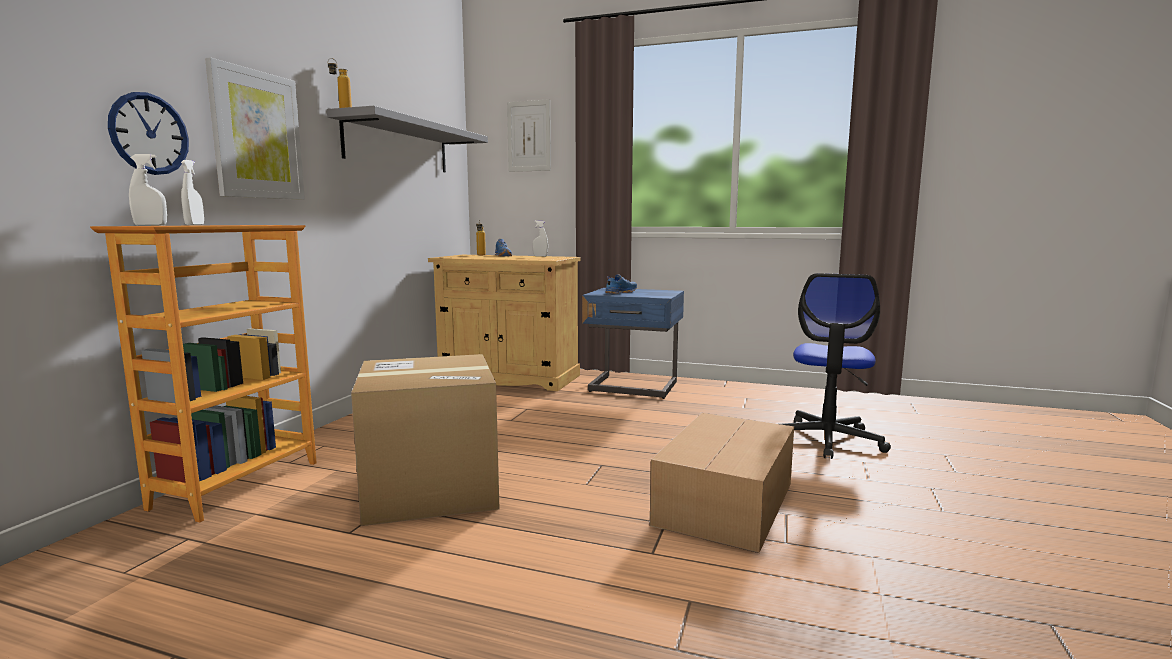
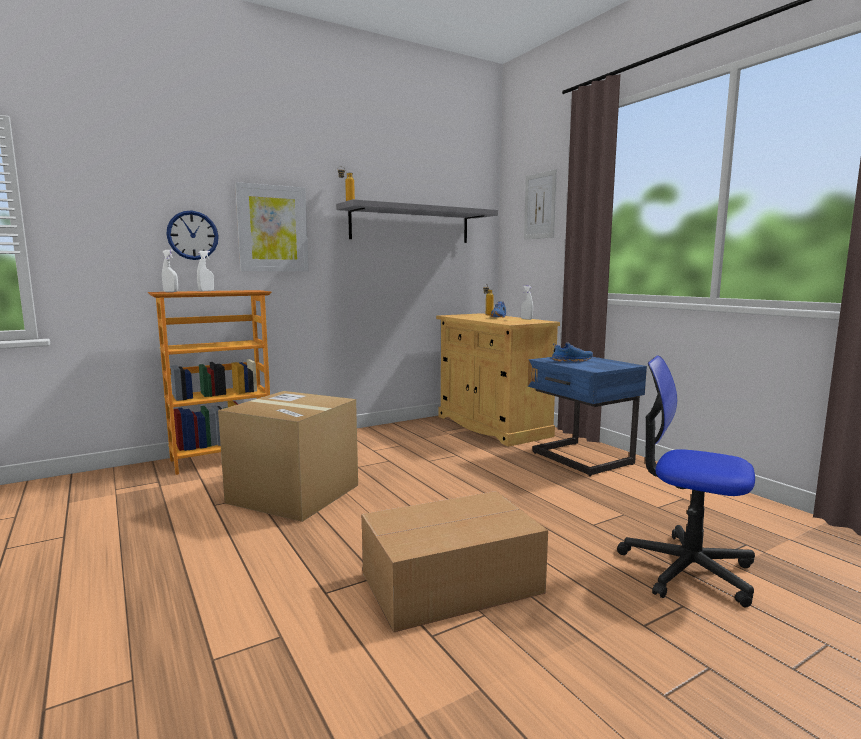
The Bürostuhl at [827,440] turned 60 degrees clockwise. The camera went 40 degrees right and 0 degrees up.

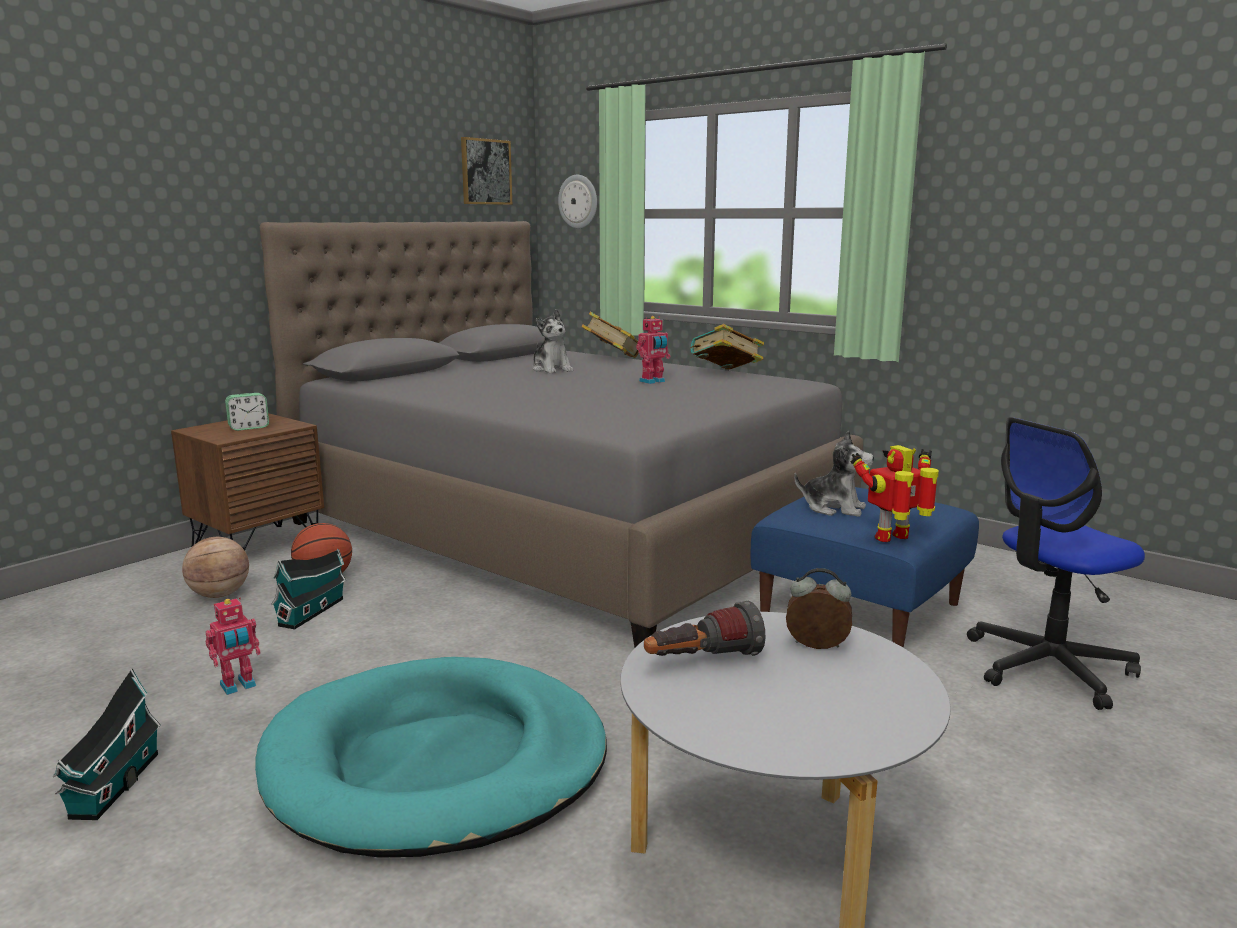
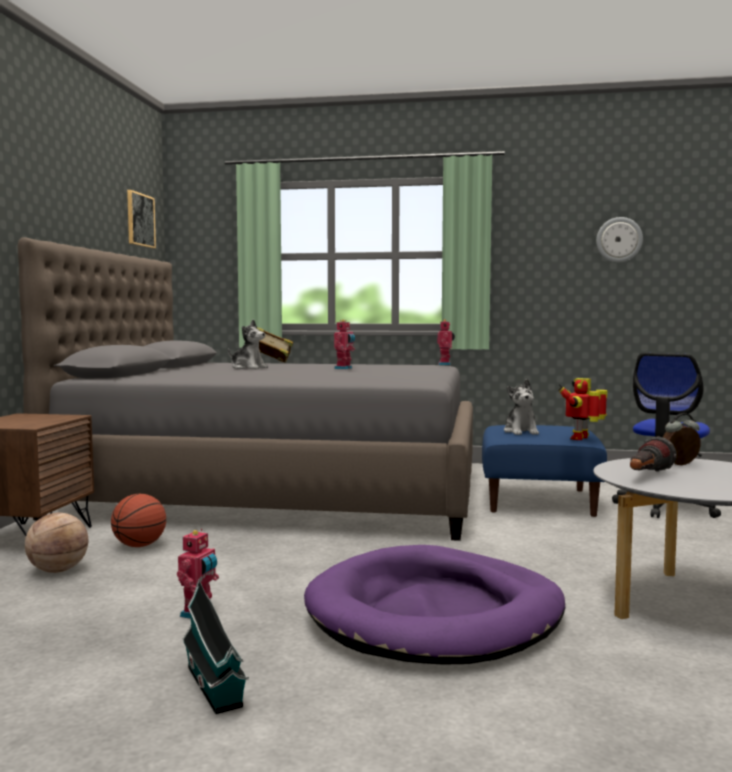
The Hundebett (türkis) at [437,763] became the Hundebett (lila) at [435,614]. The Spielzeugroboter at [445,364] appeared. The Plüschtier at [834,508] turned 90 degrees clockwise. The Wanduhr moved from [578,201] to [619,240]. The Wecker at [249,427] disappeared. The Spielzeughaus at [313,611] disappeared. The Buch at [725,373] disappeared. The camera went 30 degrees left and 10 degrees down.

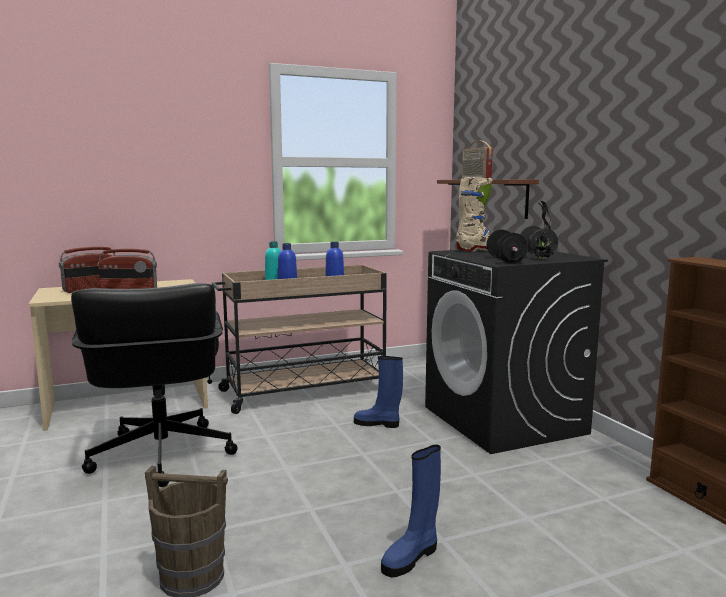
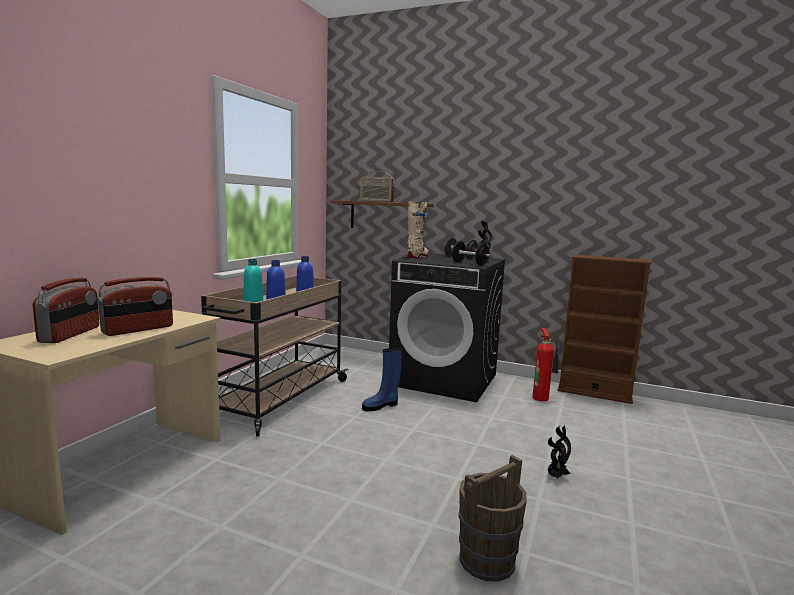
The Feuerlöscher at [541,398] appeared. The Stiefel (blau) at [411,557] was replaced by the Topfpflanze at [556,477]. The Bürostuhl (schwarz) at [161,455] disappeared. The camera went 45 degrees left and 0 degrees up.

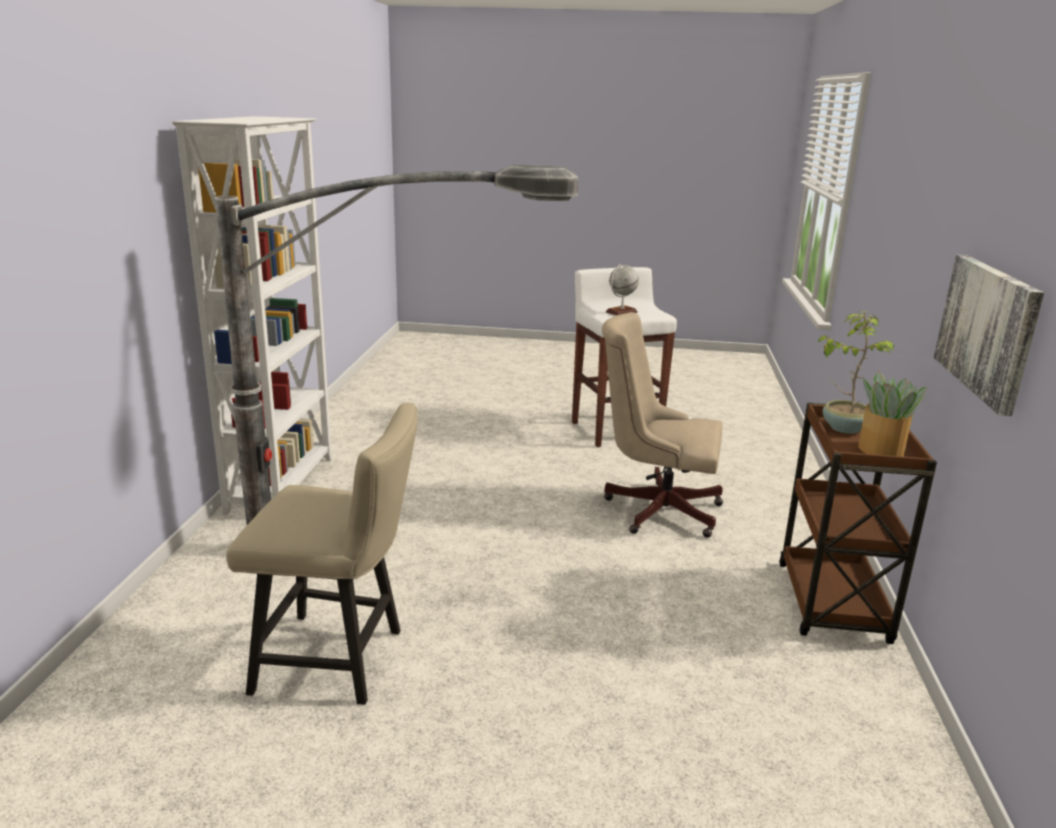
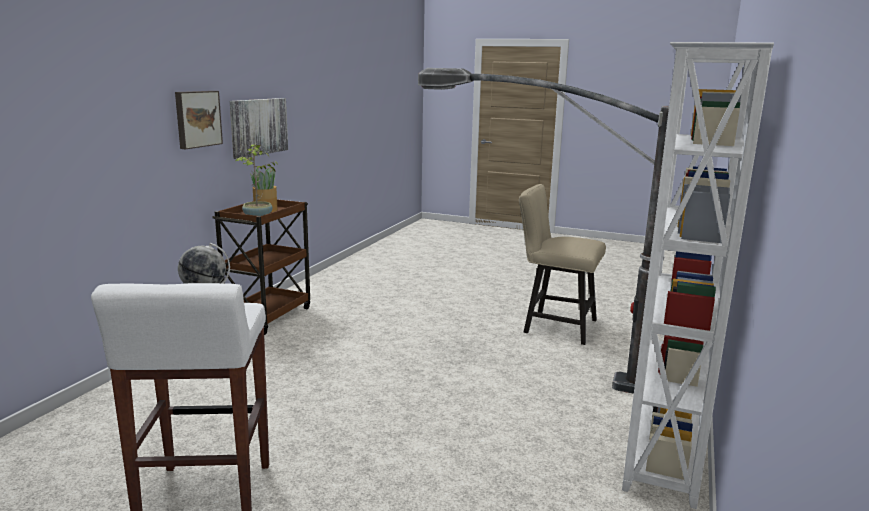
The Bild at [197,119] appeared. The Bürostuhl (beige) at [655,509] disappeared. The camera went 165 degrees left and 5 degrees down.

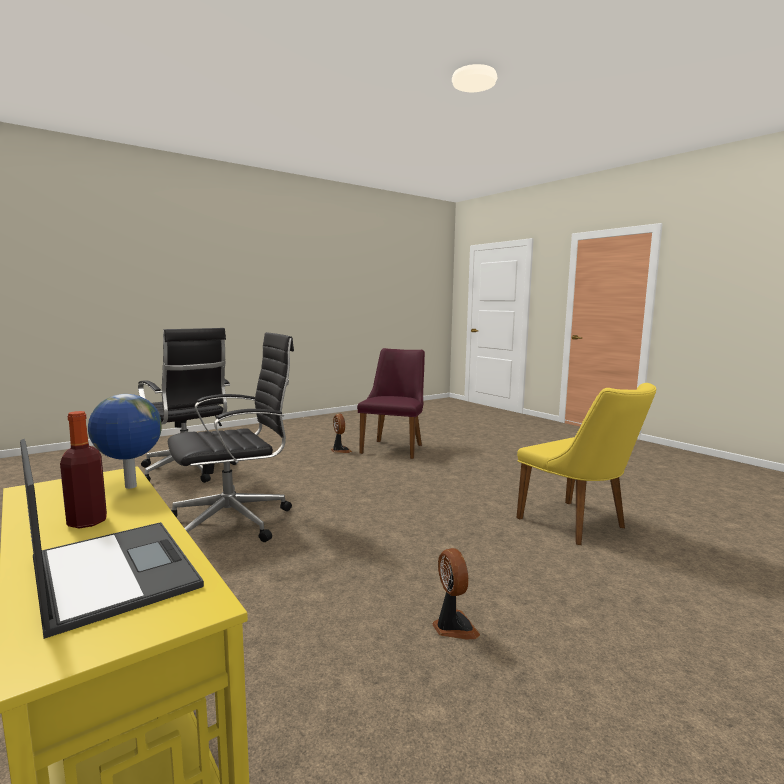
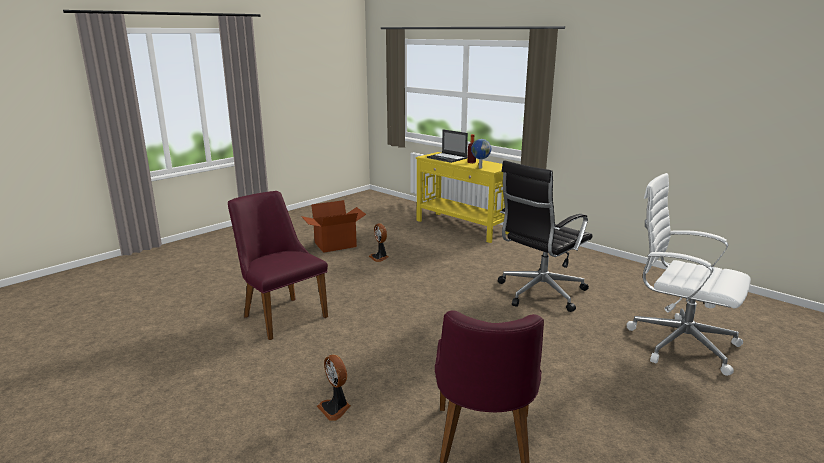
The Stuhl (gelb) at [579,525] became the Stuhl (lila) at [280,314]. The Karton at [335,245] appeared. The Ventilator moved from [340,450] to [335,408]. The Bürostuhl (schwarz) at [187,471] became the Bürostuhl (weiß) at [679,343]. The camera went 170 degrees right and 10 degrees up.

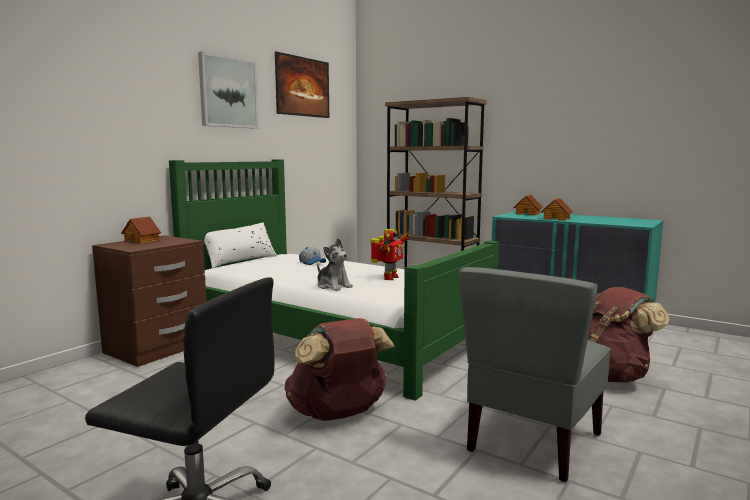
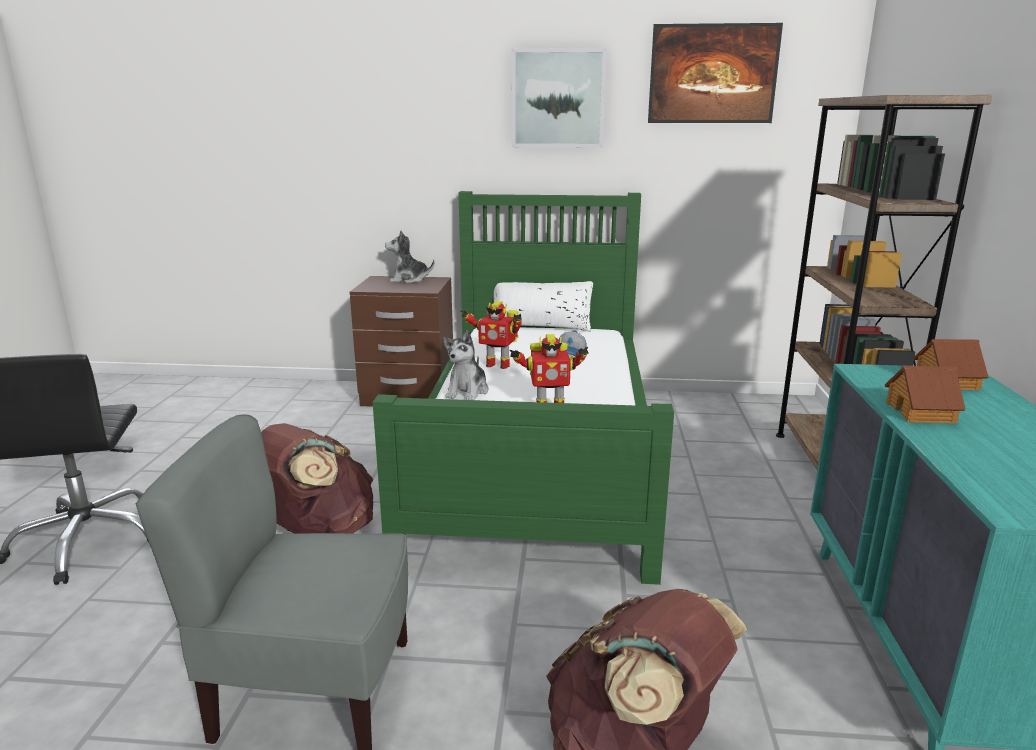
The Spielzeughaus at [142,240] was replaced by the Plüschtier at [408,280]. The Spielzeugroboter at [497,365] appeared. The camera went 60 degrees right and 10 degrees up.

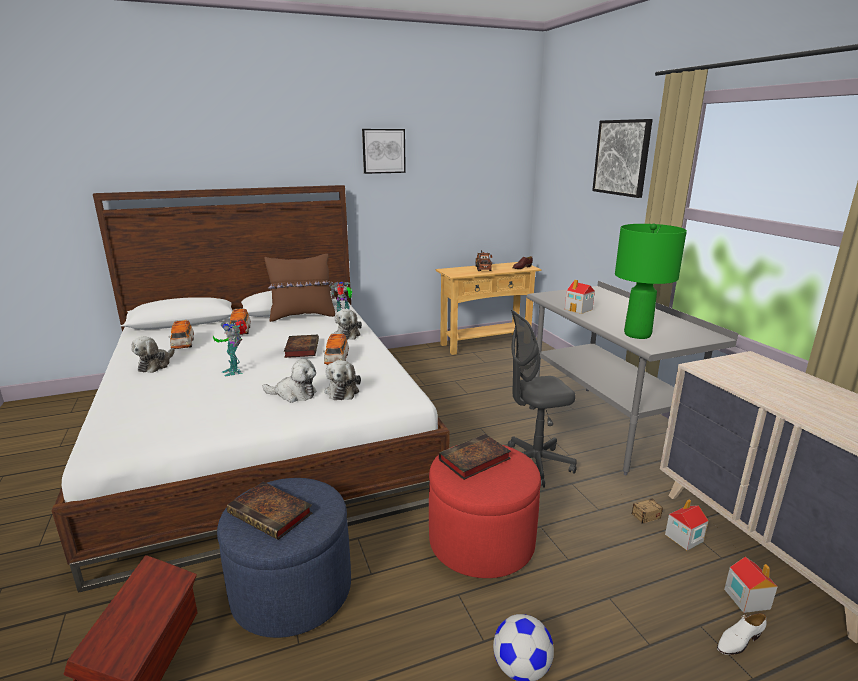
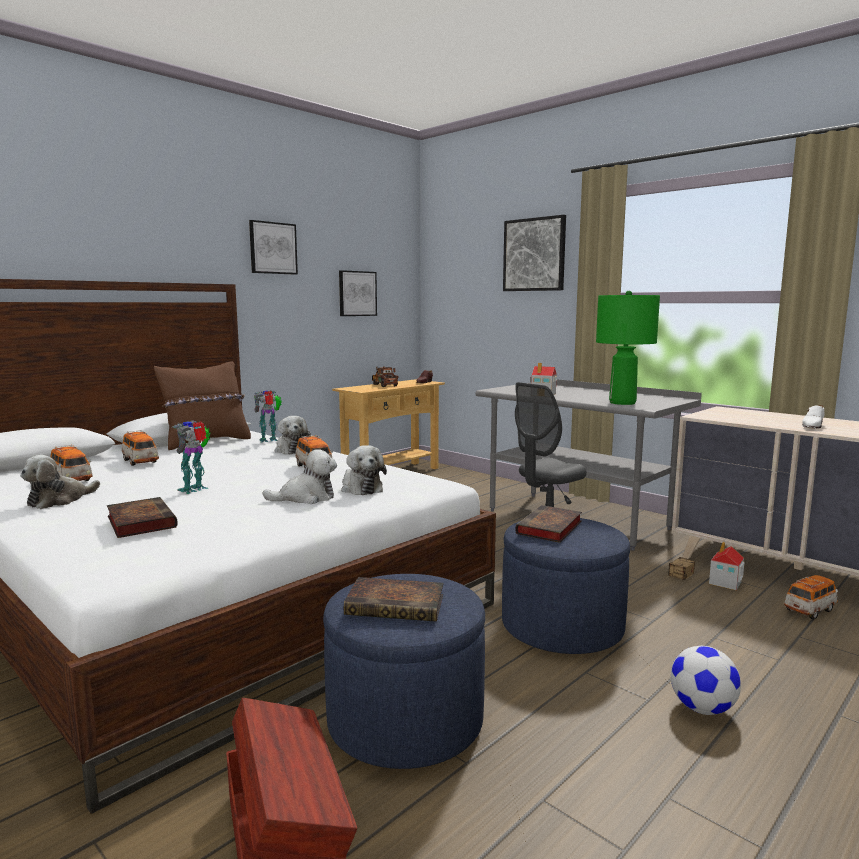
The Plüschtier at [155,365] turned 45 degrees clockwise. The Buch moved from [301,348] to [140,522]. The Spielzeugroboter at [234,371] turned 90 degrees clockwise. The Bild at [357,293] appeared. The Polsterhocker (rot) at [481,541] became the Polsterhocker (blau) at [562,626]. The Spielzeughaus at [746,598] was replaced by the Spielzeugauto at [810,610]. The Schuh (weiß) moved from [738,641] to [812,426]. The camera went 25 degrees left and 10 degrees down.

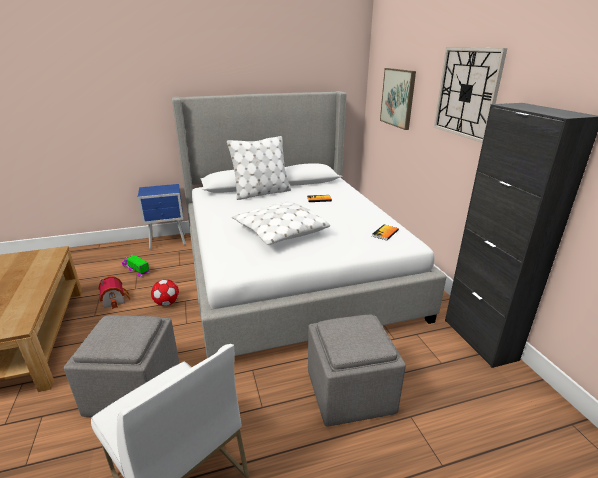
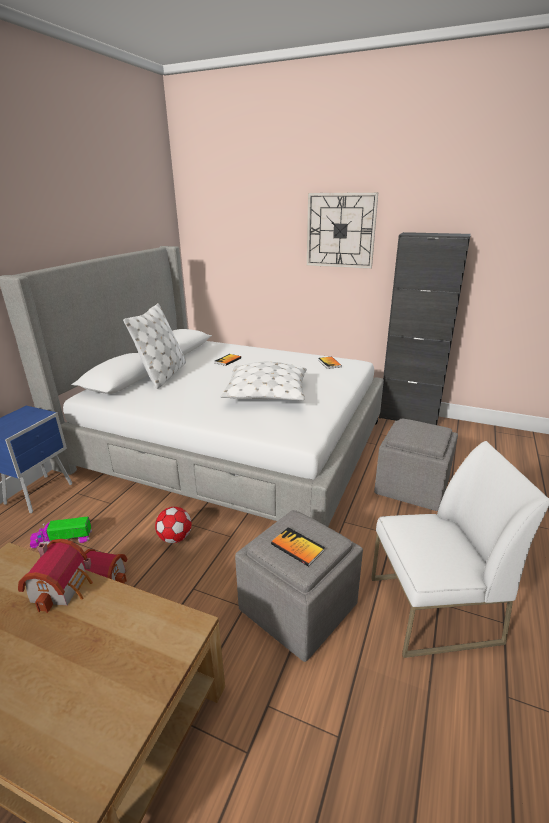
The Spielzeughaus at [63,587] appeared. The Buch at [297,547] appeared. The Bild at [398,98] disappeared. The camera went 50 degrees left and 0 degrees up.

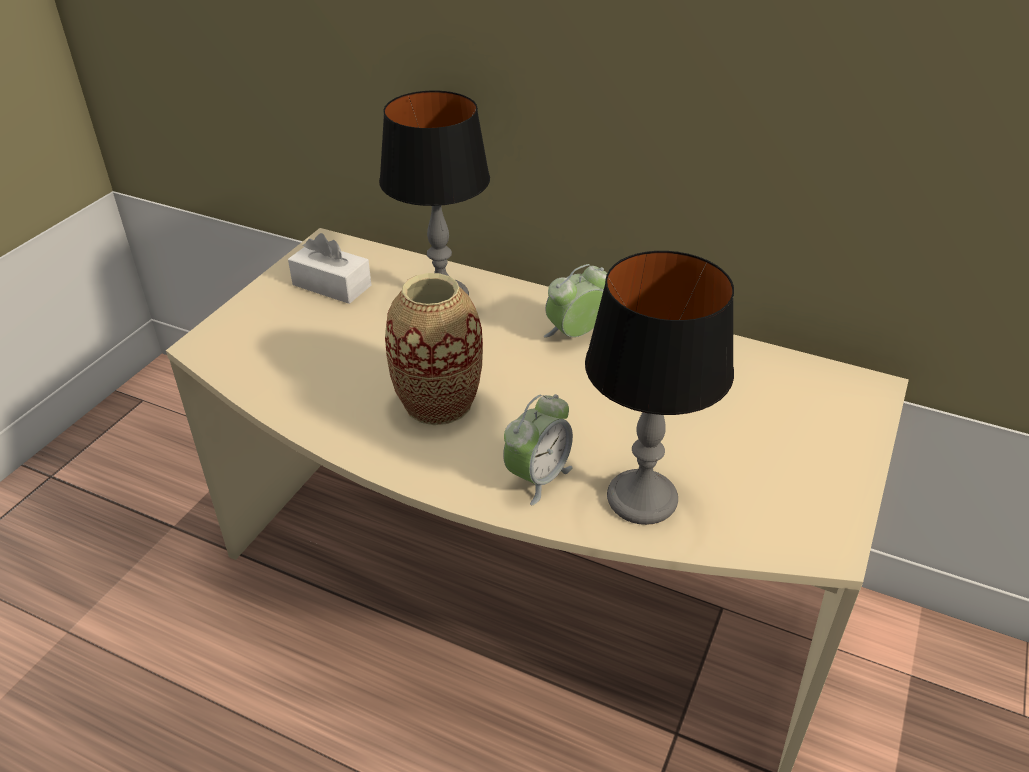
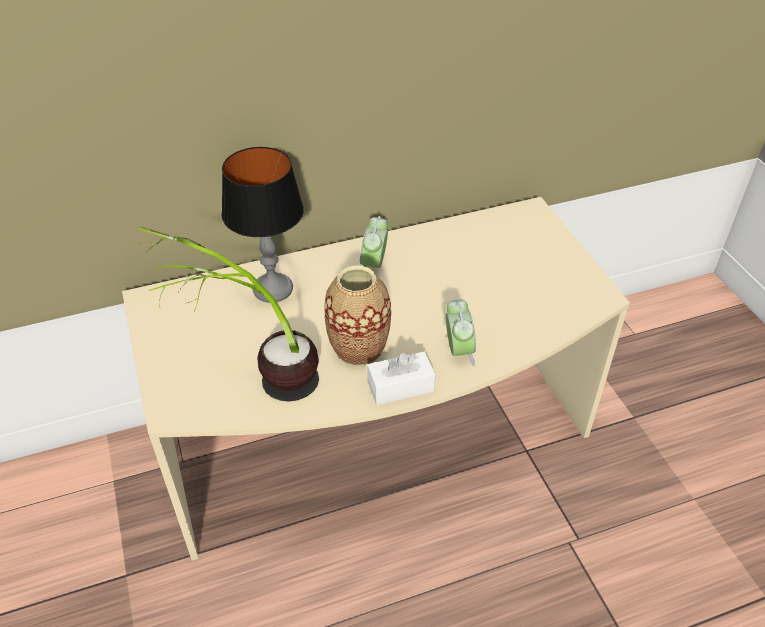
The Topfpflanze at [255,379] appeared. The Taschentuchbox (weiß) moved from [332,285] to [400,386]. The Tischlampe at [642,498] disappeared. The camera went 45 degrees left and 5 degrees up.

